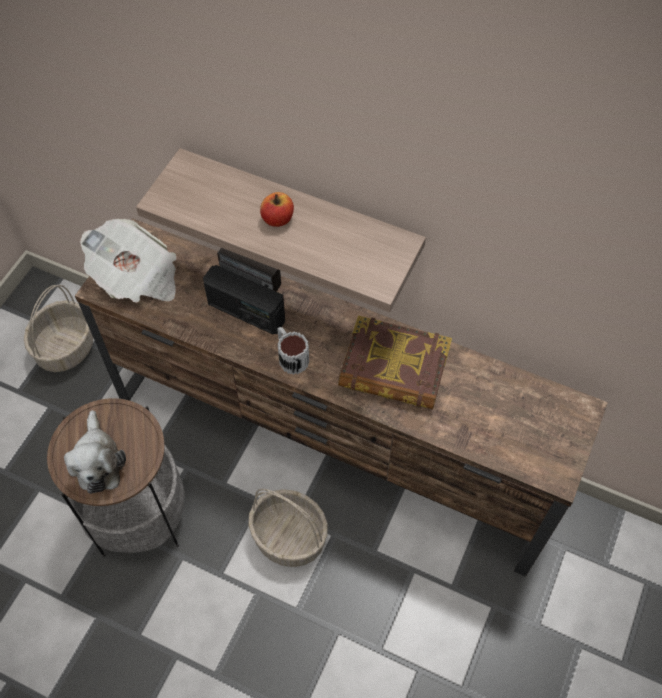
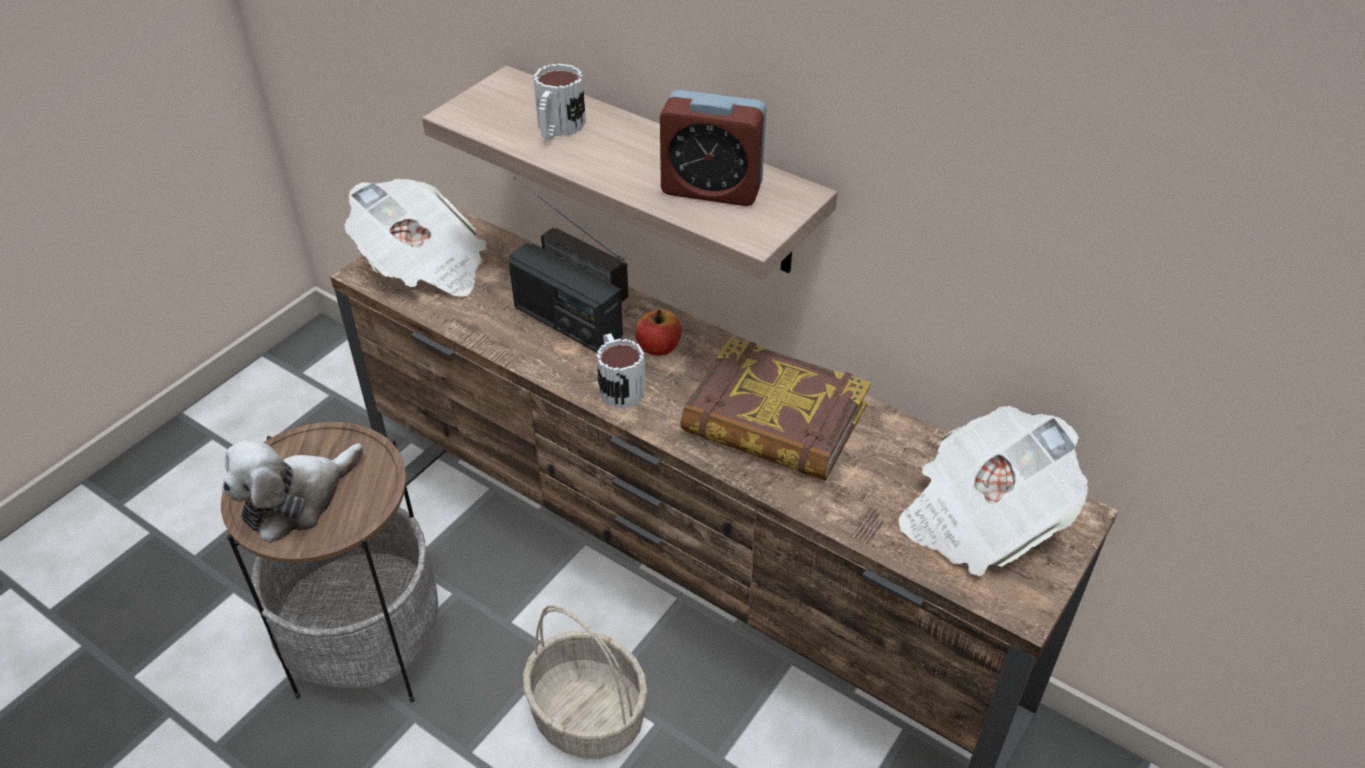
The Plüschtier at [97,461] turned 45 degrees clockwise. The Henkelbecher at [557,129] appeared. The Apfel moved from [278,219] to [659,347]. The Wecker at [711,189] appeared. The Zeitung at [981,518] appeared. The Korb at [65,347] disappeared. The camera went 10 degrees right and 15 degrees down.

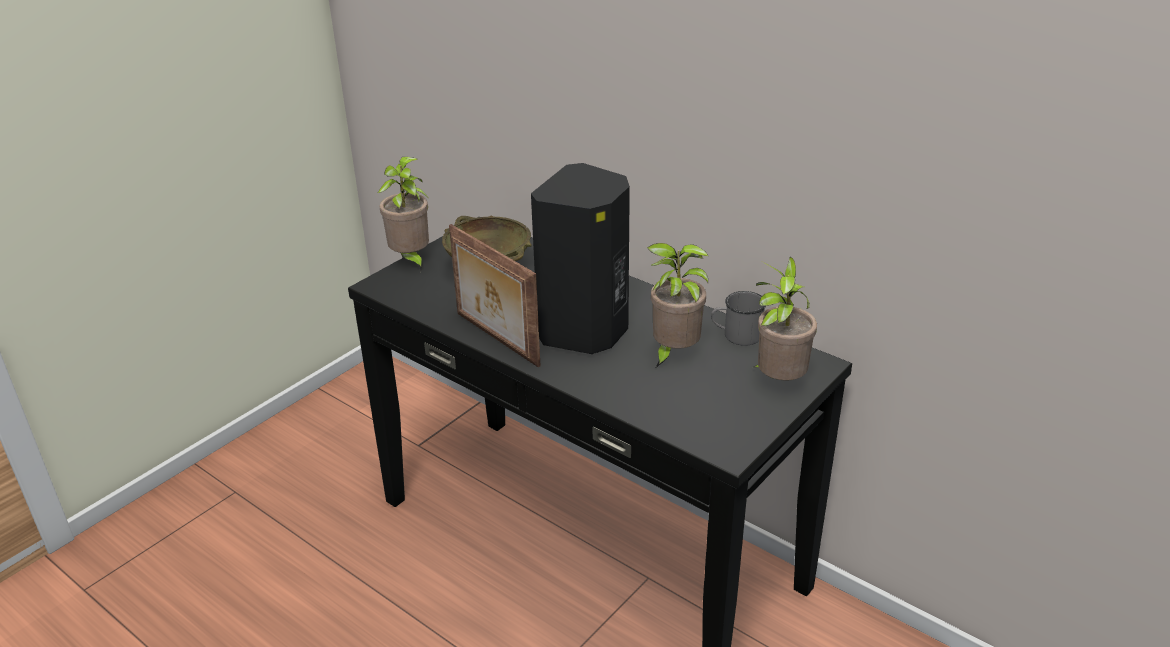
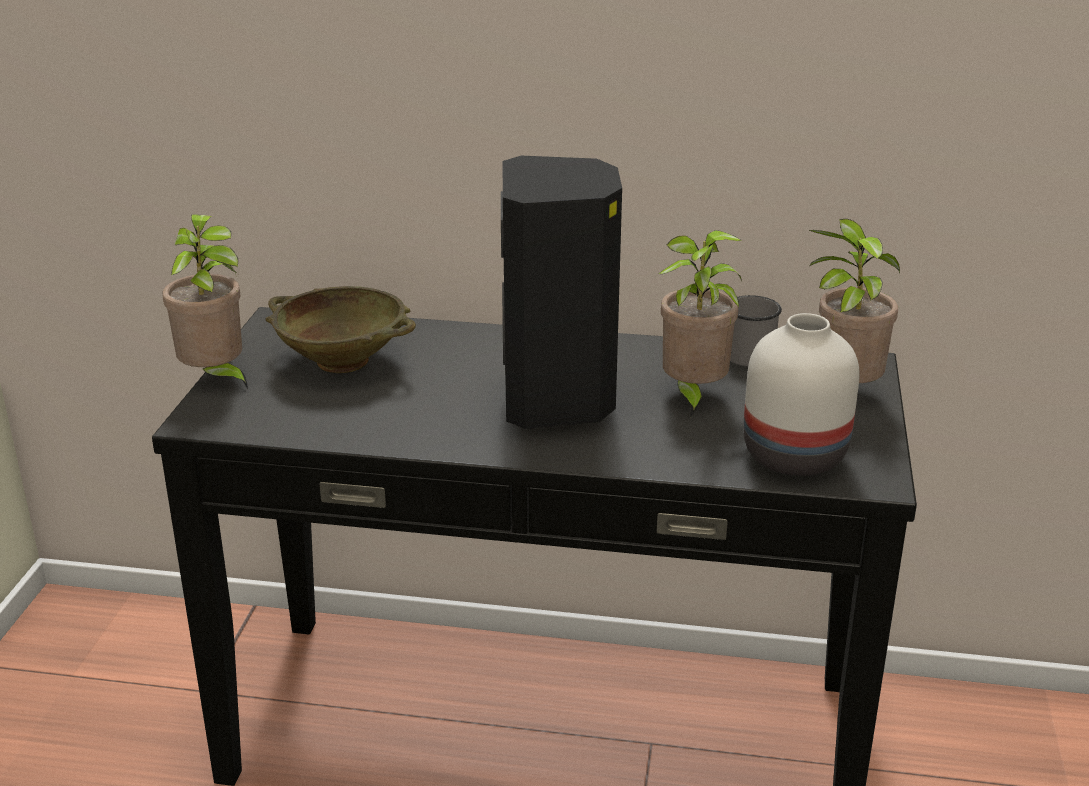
The Vase (weiß) at [797,456] appeared. The Bilderrahmen at [495,340] disappeared. The camera went 30 degrees left and 5 degrees down.

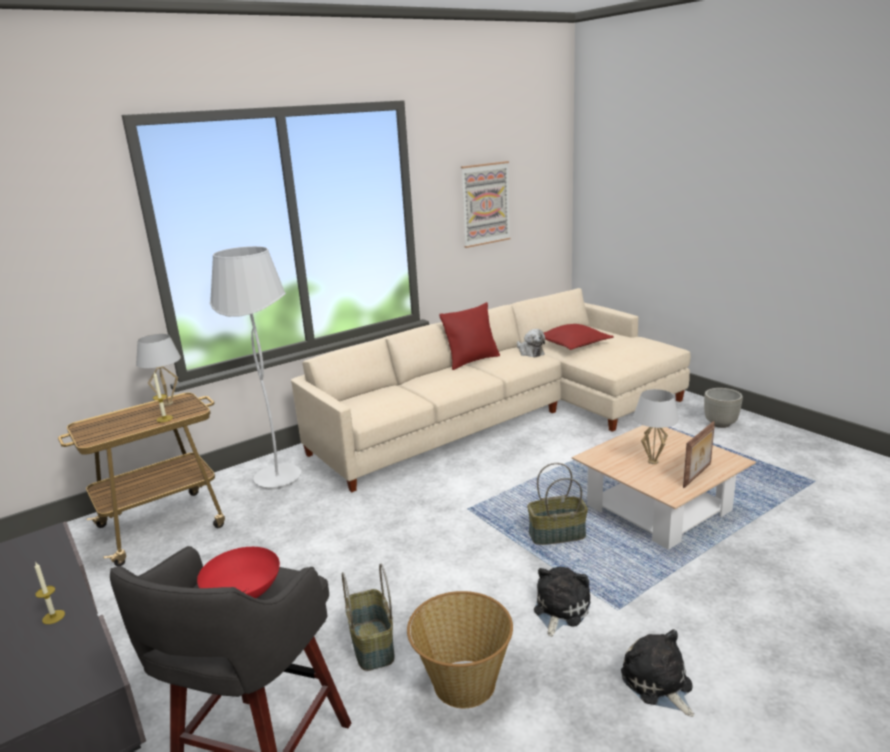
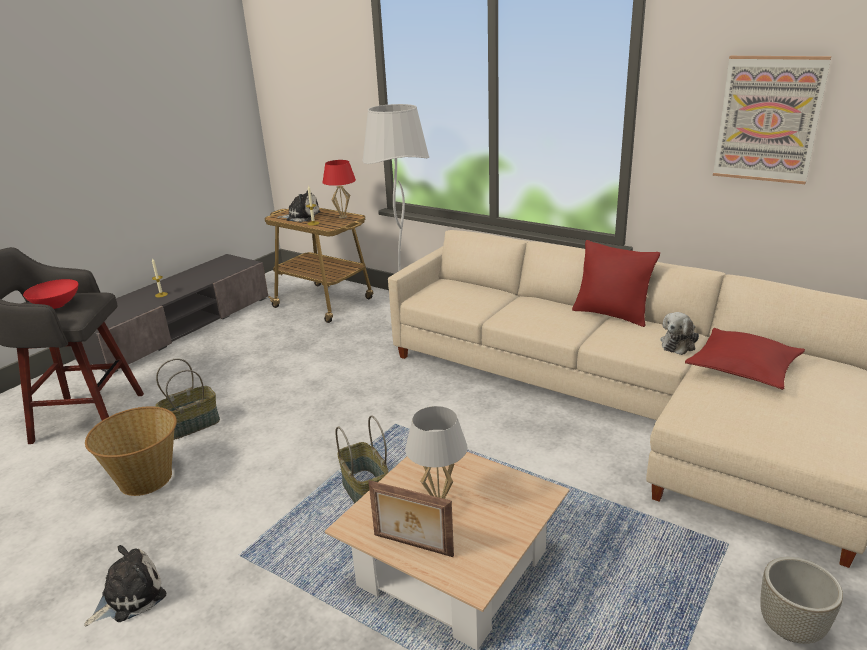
The Plüschtier moved from [559,610] to [301,216]. The Tischlampe (weiß) at [168,403] became the Tischlampe (rot) at [343,217]. The camera went 70 degrees right and 5 degrees up.

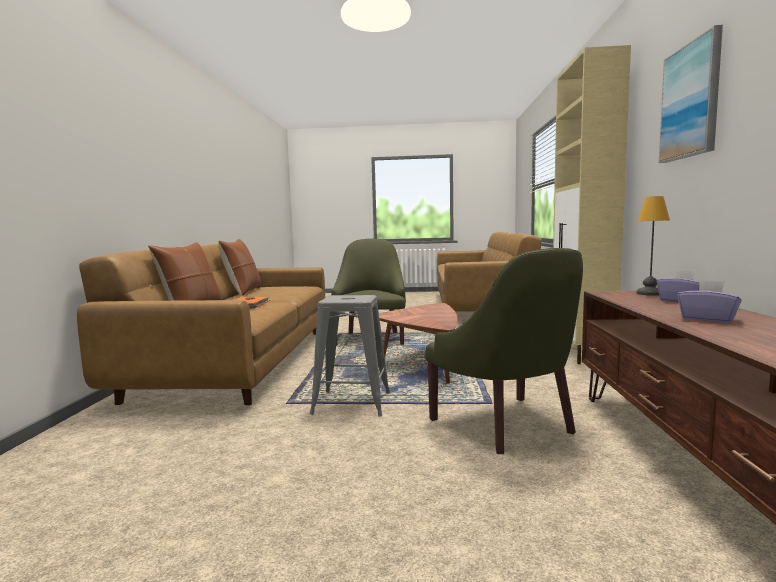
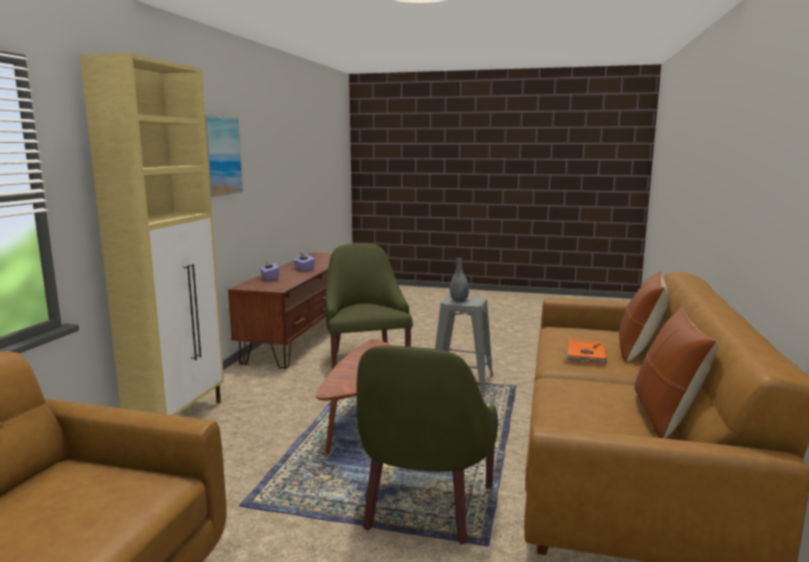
The Vase (grau) at [459,300] appeared. The Tischlampe at [649,293] disappeared. The camera went 170 degrees left and 5 degrees up.

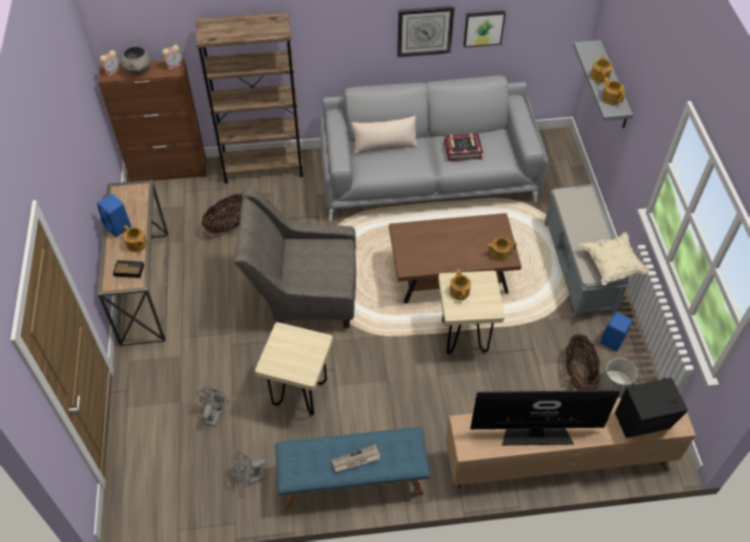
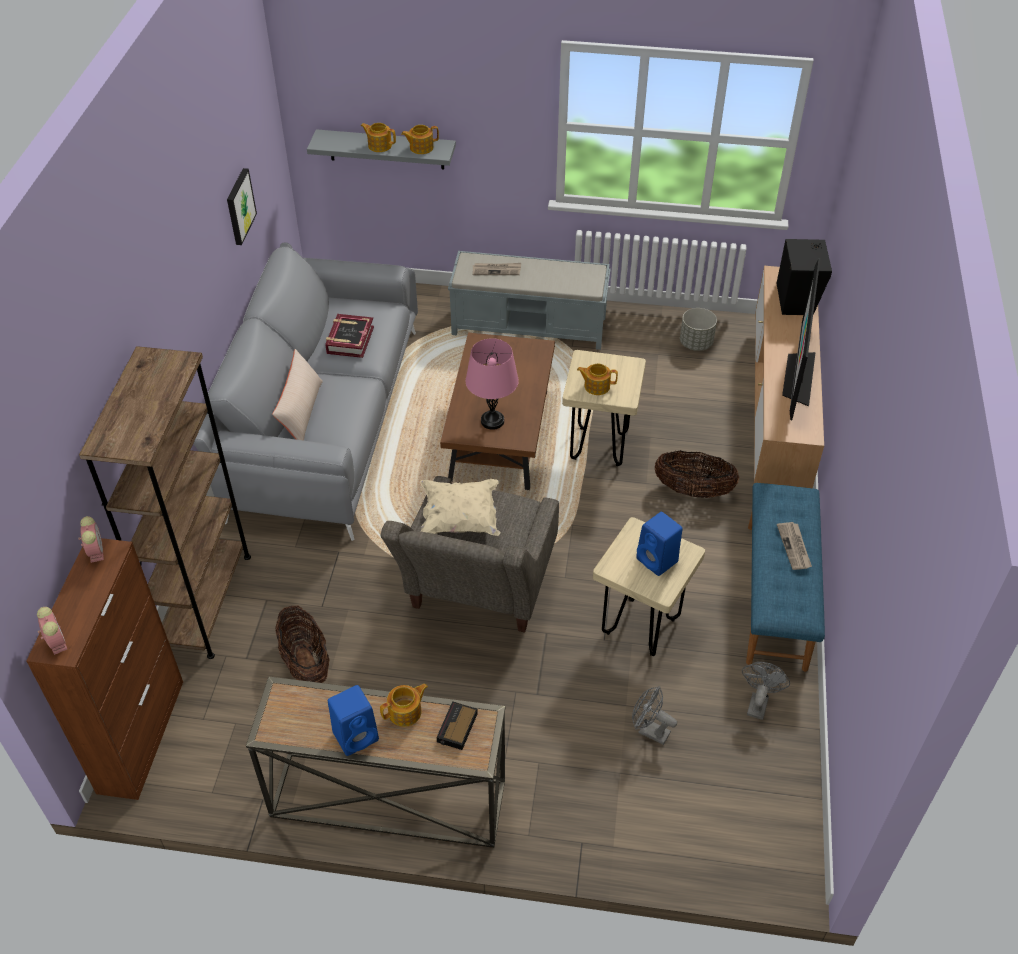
The Kissen (beige) moved from [612,266] to [460,519]. The Tischlampe (rosa) at [492,421] appeared. The Zeitung at [497,270] appeared. The Lautsprecher (blau) moved from [612,341] to [658,561]. The Korb moved from [578,375] to [693,490]. The Ventilator (grau) at [250,479] turned 150 degrees counterclockwise. The Schüssel (grau) at [138,70] disappeared. The Wanduhr at [424,31] disappeared. The Teekanne at [499,253] disappeared. The camera went 75 degrees left and 5 degrees down.

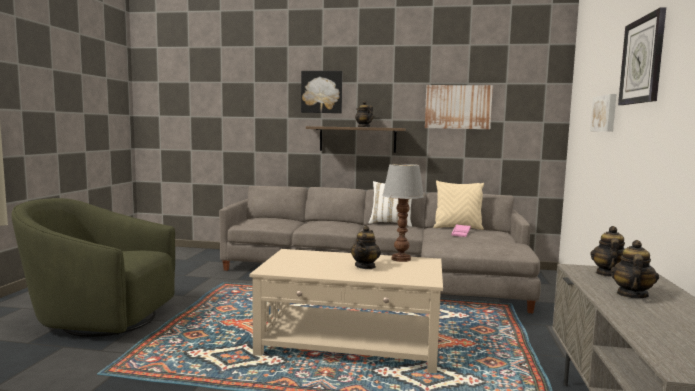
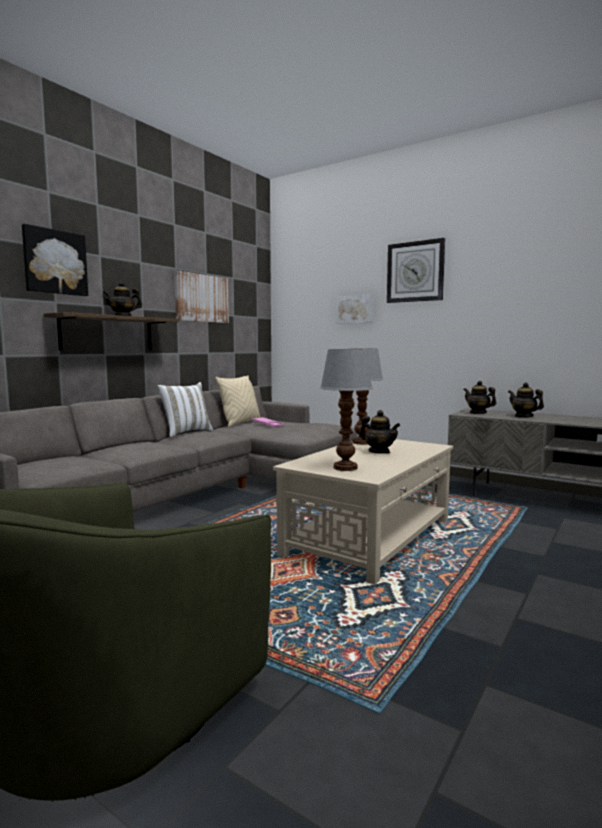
The Tischlampe at [344,468] appeared. The camera went 65 degrees left and 0 degrees up.

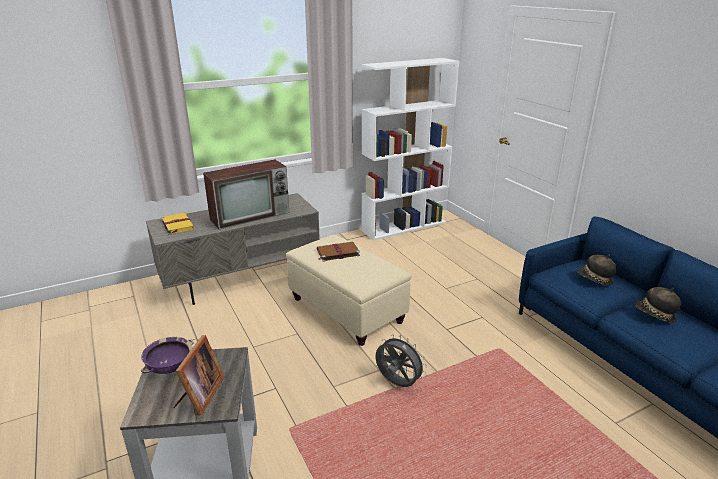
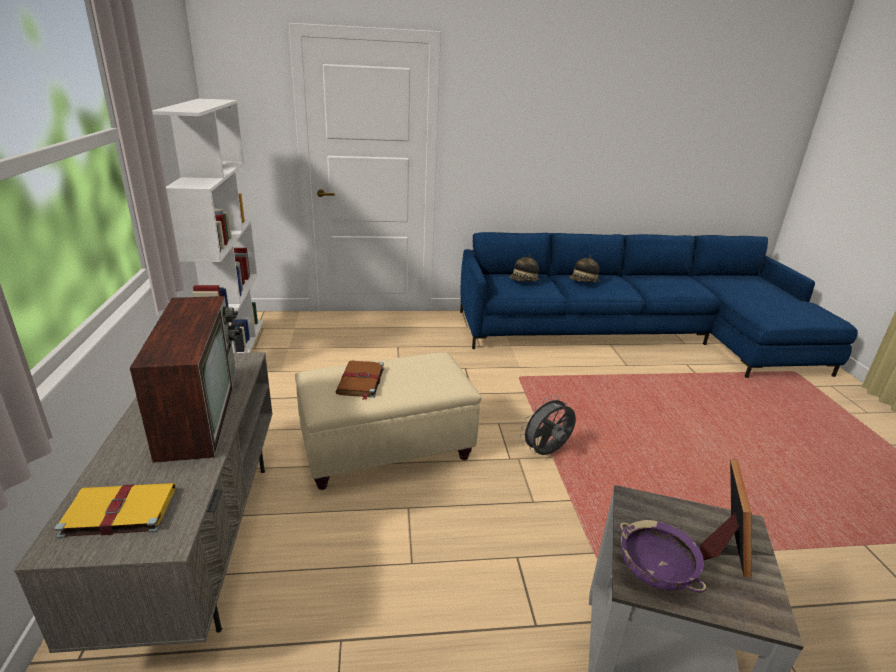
The Bilderrahmen at [199,396] turned 75 degrees clockwise. The camera went 70 degrees left and 0 degrees up.

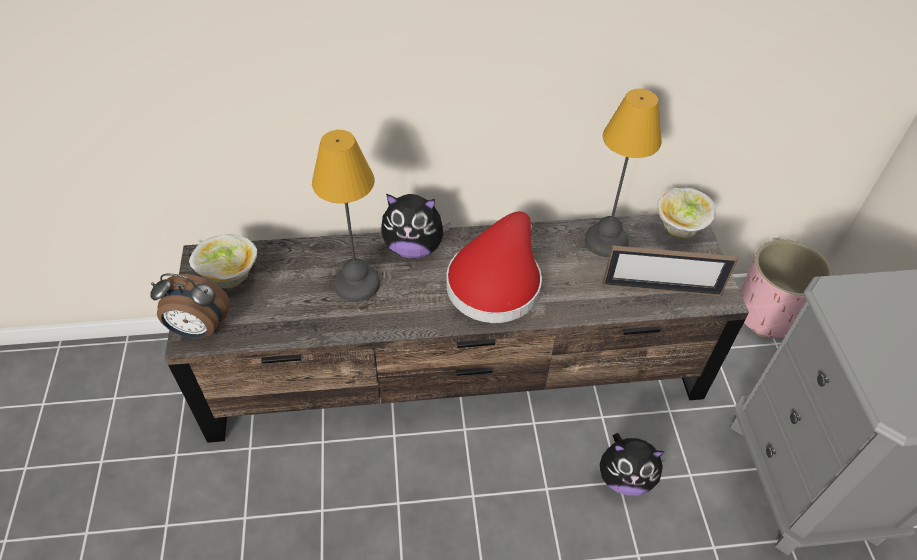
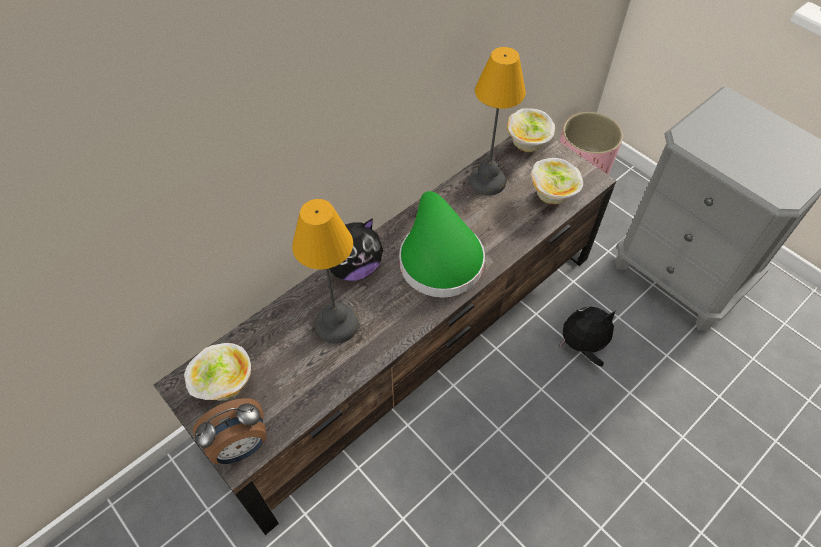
The Hut (rot) at [496,281] became the Hut (grün) at [438,257]. The Bilderrahmen at [661,288] was replaced by the Schüssel at [552,196]. The Plüschtier at [625,477] turned 150 degrees counterclockwise. The camera went 35 degrees left and 5 degrees up.

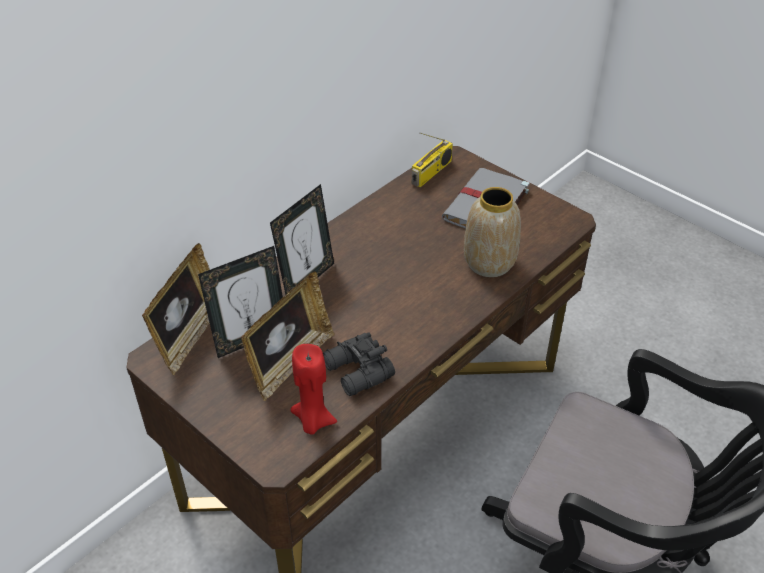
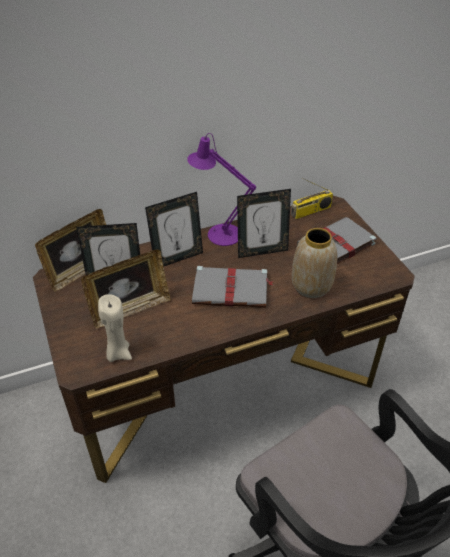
The Kerze (rot) at [313,421] became the Kerze (beige) at [118,353]. The Tischlampe (lila) at [219,233] appeared. The Buch (grau) at [232,290] appeared. The Bilderrahmen at [262,251] appeared. The Fernglas (schwarz) at [357,372] disappeared. The camera went 25 degrees right and 0 degrees up.

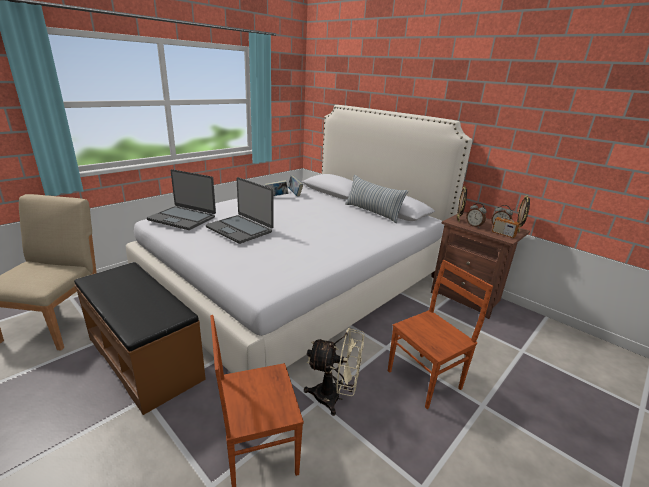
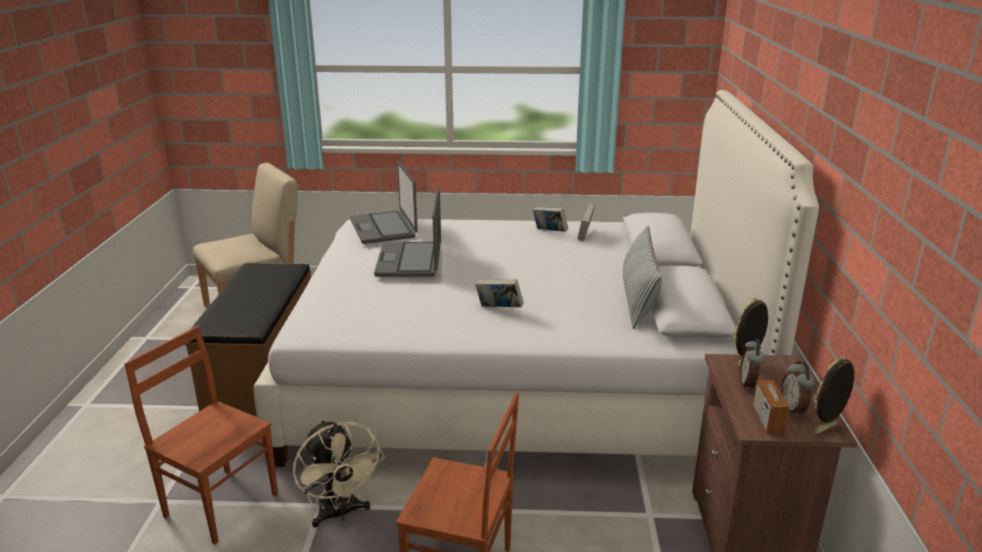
The Buch at [499,309] appeared. The camera went 50 degrees right and 0 degrees up.

